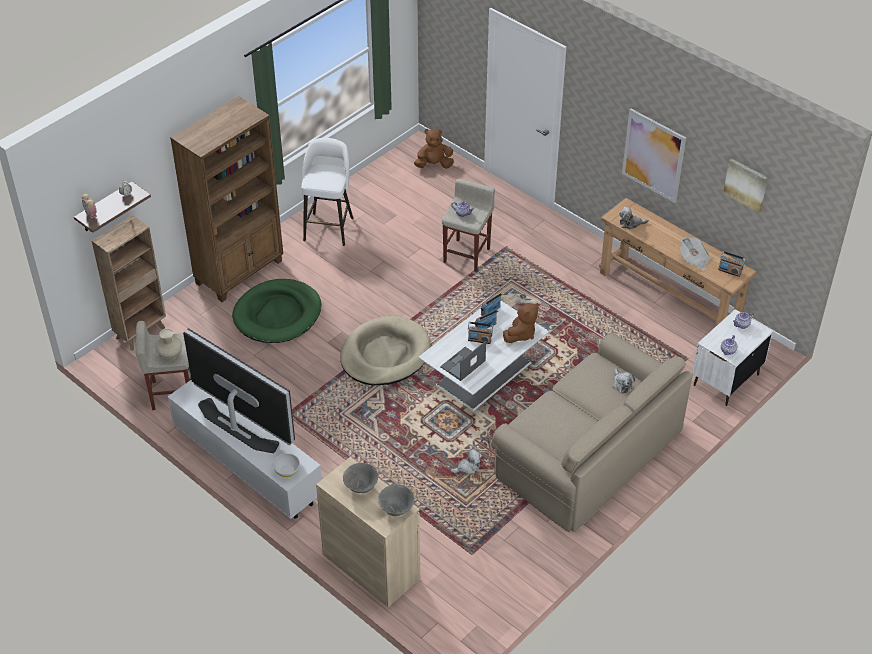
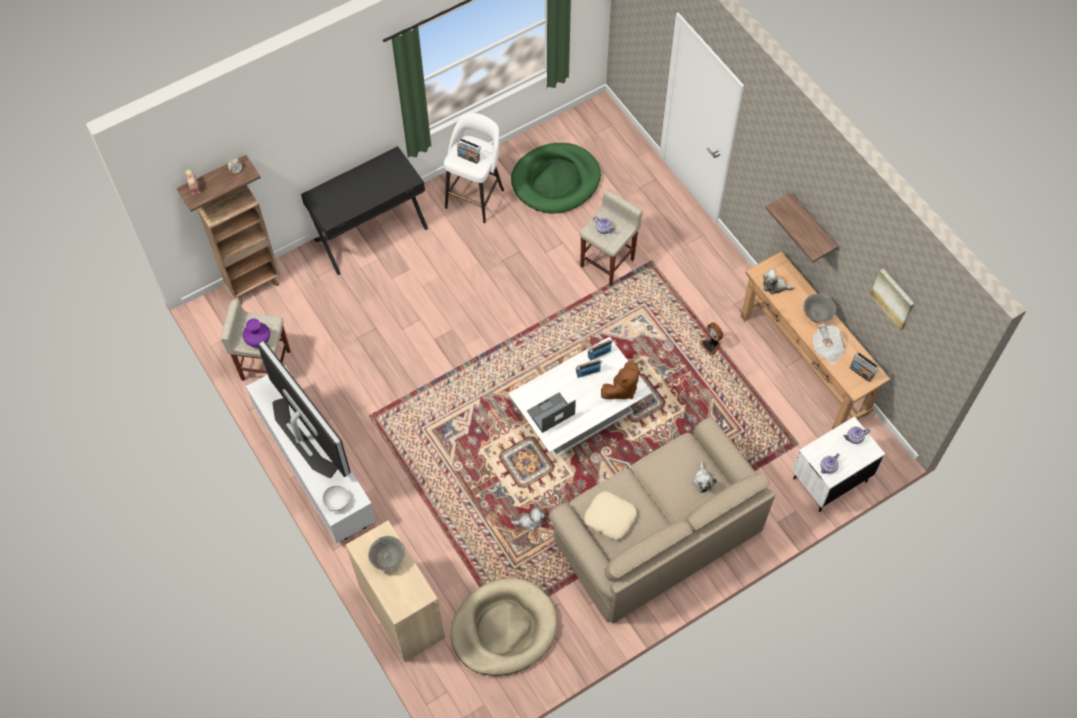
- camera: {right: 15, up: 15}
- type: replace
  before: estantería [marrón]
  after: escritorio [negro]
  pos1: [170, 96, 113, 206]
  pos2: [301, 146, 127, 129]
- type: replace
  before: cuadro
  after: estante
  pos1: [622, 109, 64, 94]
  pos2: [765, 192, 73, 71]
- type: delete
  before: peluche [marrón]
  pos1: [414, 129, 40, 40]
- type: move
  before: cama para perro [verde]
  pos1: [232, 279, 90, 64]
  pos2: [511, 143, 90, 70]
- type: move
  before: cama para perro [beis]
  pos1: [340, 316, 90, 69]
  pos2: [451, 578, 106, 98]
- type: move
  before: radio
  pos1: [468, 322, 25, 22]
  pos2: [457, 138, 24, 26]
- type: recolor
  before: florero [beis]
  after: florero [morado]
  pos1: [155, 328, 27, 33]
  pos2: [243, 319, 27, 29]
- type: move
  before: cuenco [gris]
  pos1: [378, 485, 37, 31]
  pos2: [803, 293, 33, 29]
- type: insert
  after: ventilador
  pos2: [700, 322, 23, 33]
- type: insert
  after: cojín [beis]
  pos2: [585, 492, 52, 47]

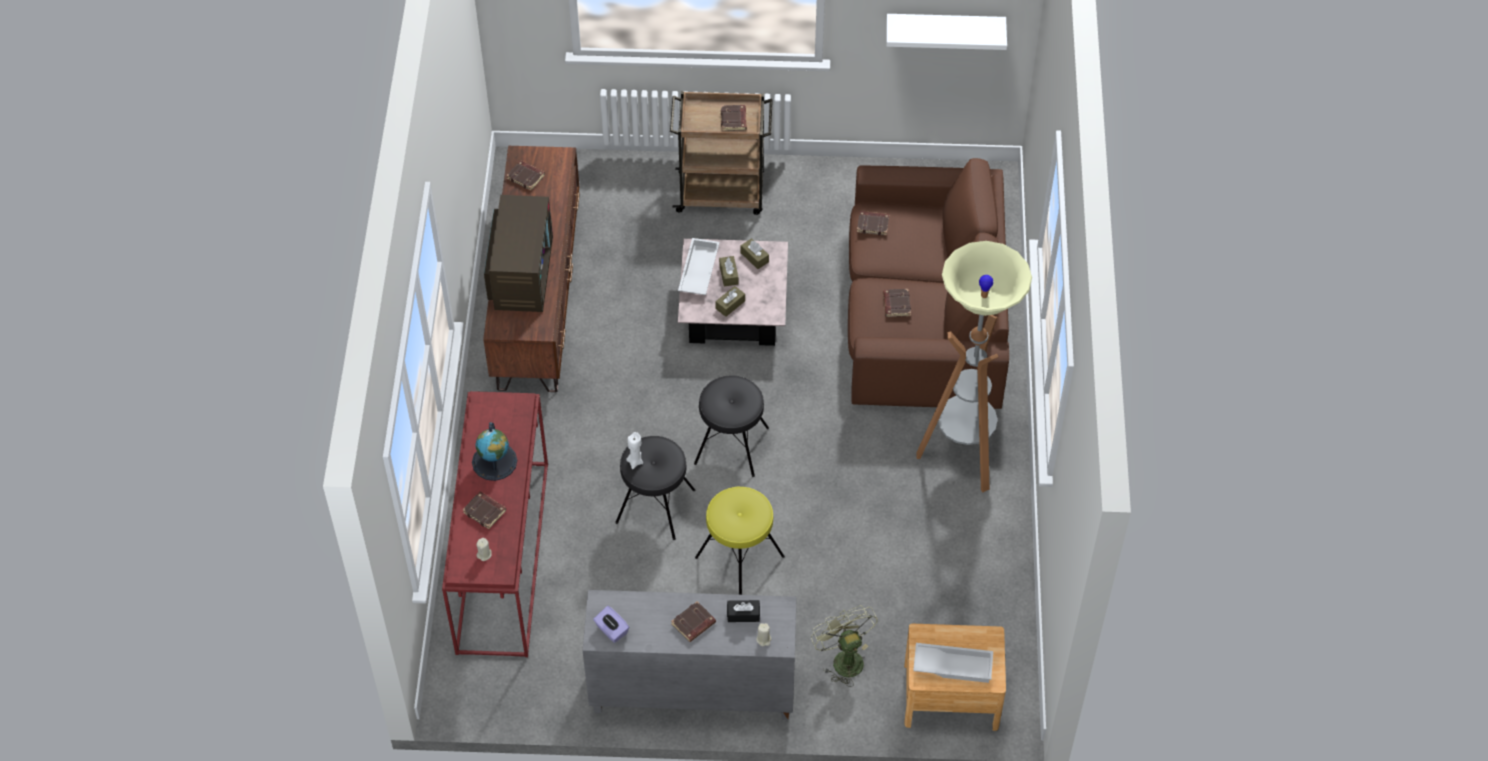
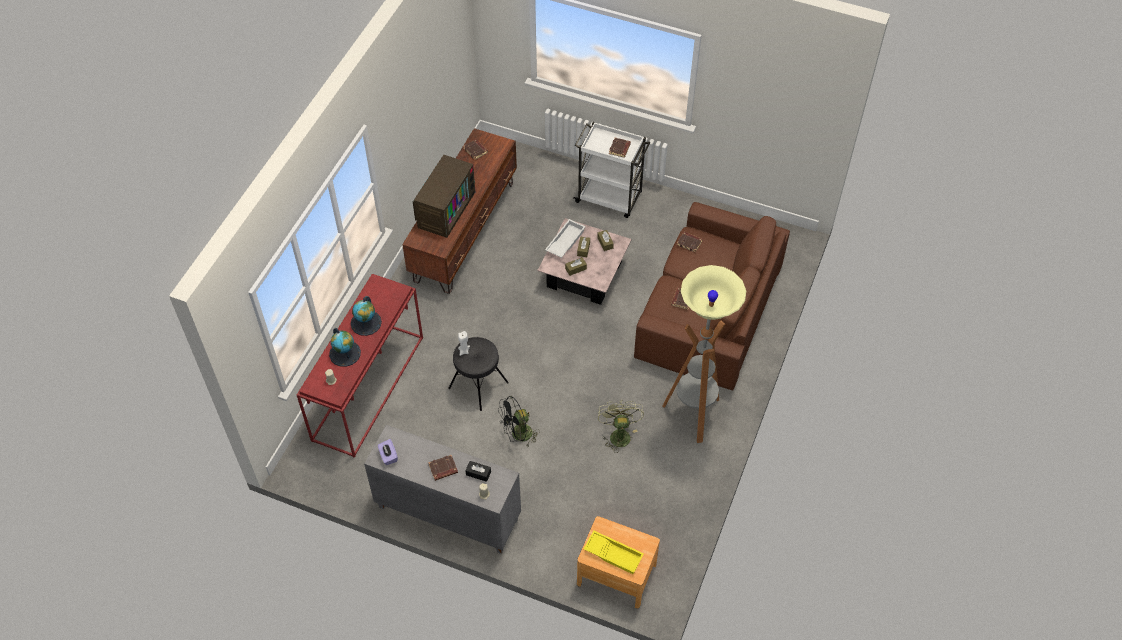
- camera: {right: 20, up: 0}
- type: delete
  before: estante [blanco]
  pos1: [886, 14, 121, 36]
- type: recolor
  before: carrito [marrón]
  after: carrito [blanco]
  pos1: [670, 91, 103, 124]
  pos2: [573, 122, 77, 96]
- type: delete
  before: taburete [negro]
  pos1: [694, 376, 75, 101]
- type: replace
  before: taburete [amarillo]
  after: ventilador [negro]
  pos1: [695, 487, 90, 108]
  pos2: [498, 396, 42, 50]
- type: replace
  before: libro [marrón]
  after: globo terráqueo
  pos1: [462, 491, 44, 38]
  pos2: [329, 328, 32, 39]
- type: move
  before: ventilador [verde]
  pos1: [811, 605, 67, 82]
  pos2: [598, 400, 46, 53]
- type: recolor
  before: bandeja [blanco]
  after: bandeja [amarillo]
  pos1: [913, 643, 80, 40]
  pos2: [584, 531, 60, 43]

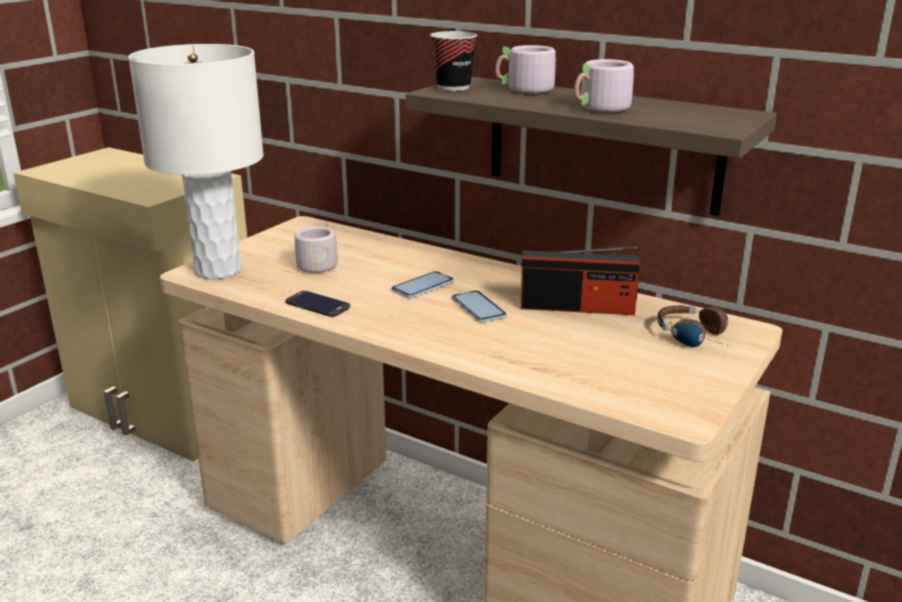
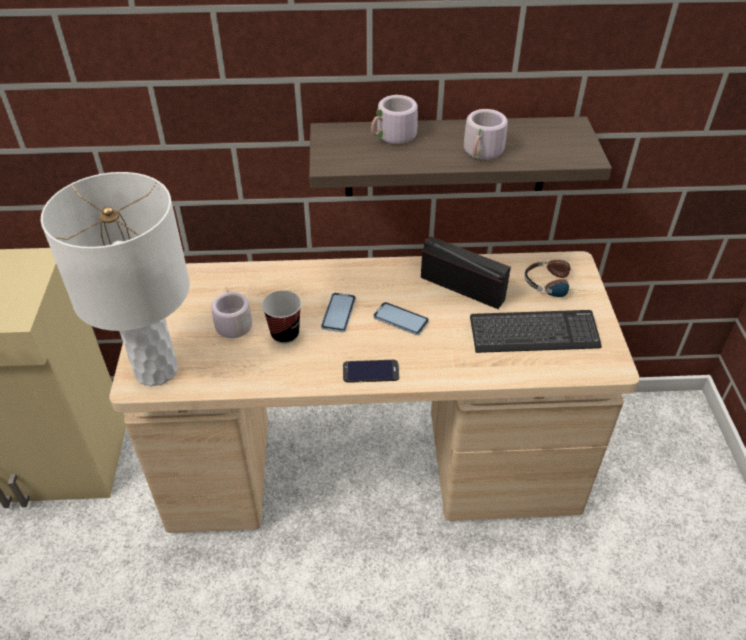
- camera: {right: -35, up: 20}
- type: move
  before: taza
  pos1: [430, 31, 47, 60]
  pos2: [262, 290, 39, 54]
- type: rotate
  before: radio
  pos1: [520, 246, 120, 69]
  pos2: [421, 236, 90, 73]
  turn: -120
- type: move
  before: móvil
  pos1: [285, 291, 65, 26]
  pos2: [343, 360, 56, 23]
- type: insert
  after: teclado
  pos2: [470, 310, 132, 43]

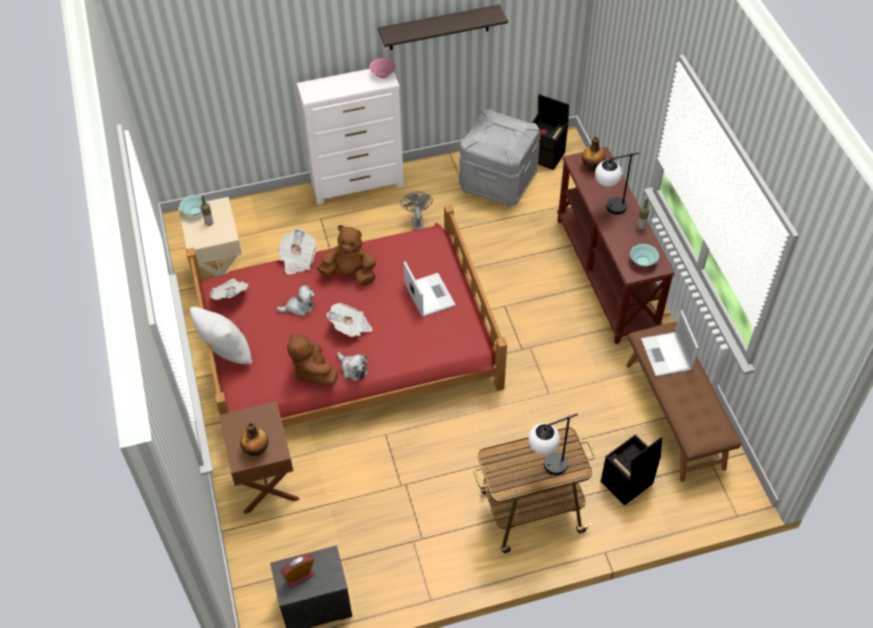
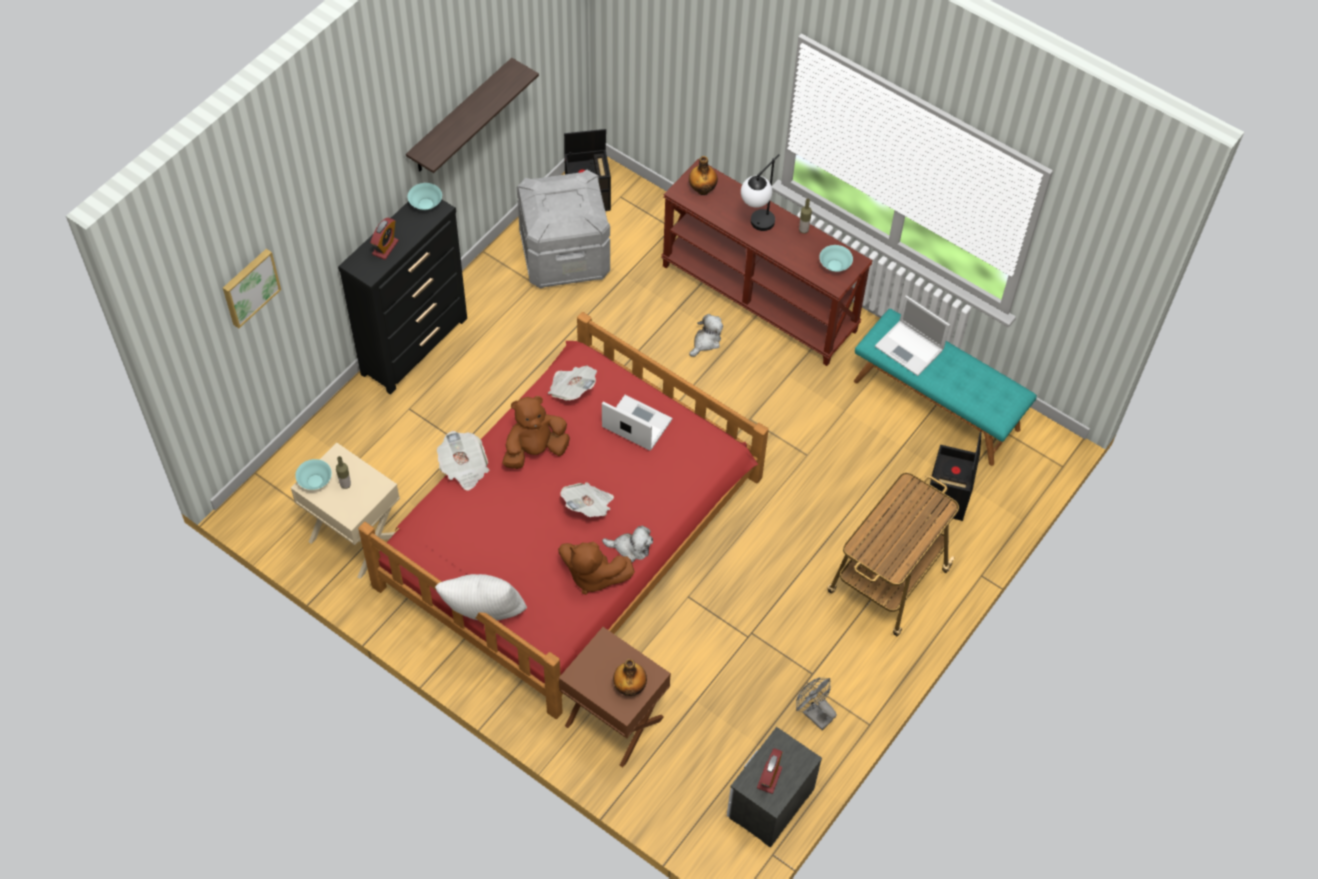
- camera: {right: -40, up: 5}
- type: recolor
  before: cuenco [rosa]
  after: cuenco [turquesa]
  pos1: [369, 58, 27, 20]
  pos2: [408, 183, 34, 27]
- type: recolor
  before: cómoda [blanco]
  after: cómoda [negro]
  pos1: [297, 69, 107, 136]
  pos2: [338, 199, 129, 196]
- type: move
  before: ventilador [gris]
  pos1: [400, 191, 33, 39]
  pos2: [796, 678, 41, 52]
- type: move
  before: periódico
  pos1: [210, 278, 38, 22]
  pos2: [548, 366, 49, 34]
- type: move
  before: peluche
  pos1: [276, 285, 39, 32]
  pos2: [689, 314, 34, 43]
- type: recolor
  before: banco [marrón]
  after: banco [turquesa]
  pos1: [626, 322, 115, 160]
  pos2: [854, 309, 183, 157]
- type: delete
  before: lámpara de mesa
  pos1: [528, 414, 50, 61]
- type: insert
  after: despertador
  pos2: [370, 218, 29, 42]
- type: insert
  after: cuadro
  pos2: [223, 249, 58, 79]

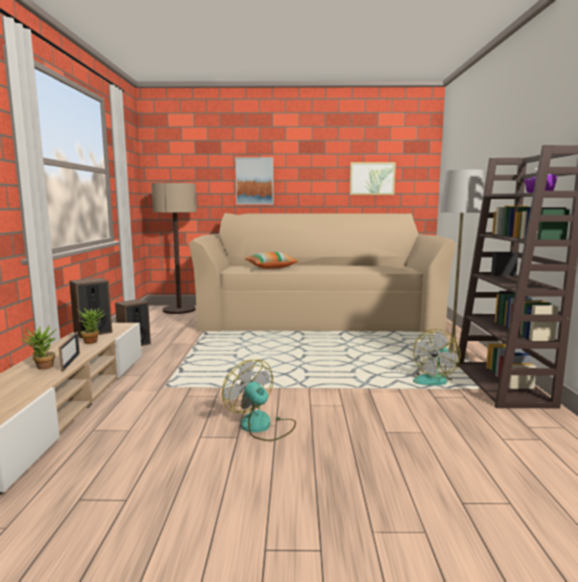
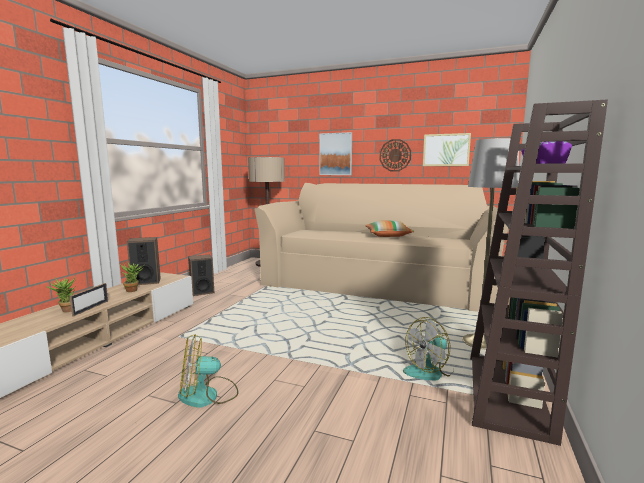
- camera: {right: 20, up: 0}
- type: move
  before: cojín
  pos1: [245, 252, 54, 17]
  pos2: [365, 221, 49, 16]
- type: rotate
  before: ventilador
  pos1: [222, 360, 74, 81]
  pos2: [178, 334, 61, 74]
  turn: -90
- type: insert
  after: reloj de pared
  pos2: [379, 139, 32, 32]

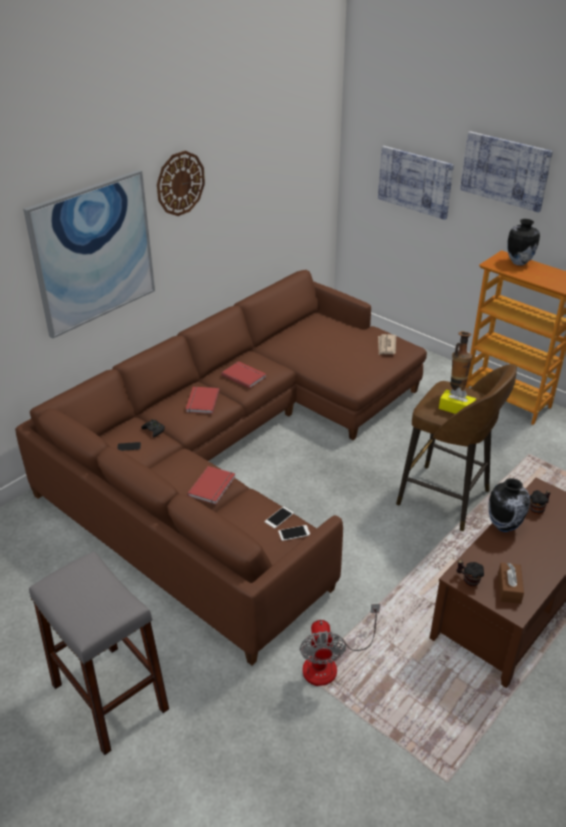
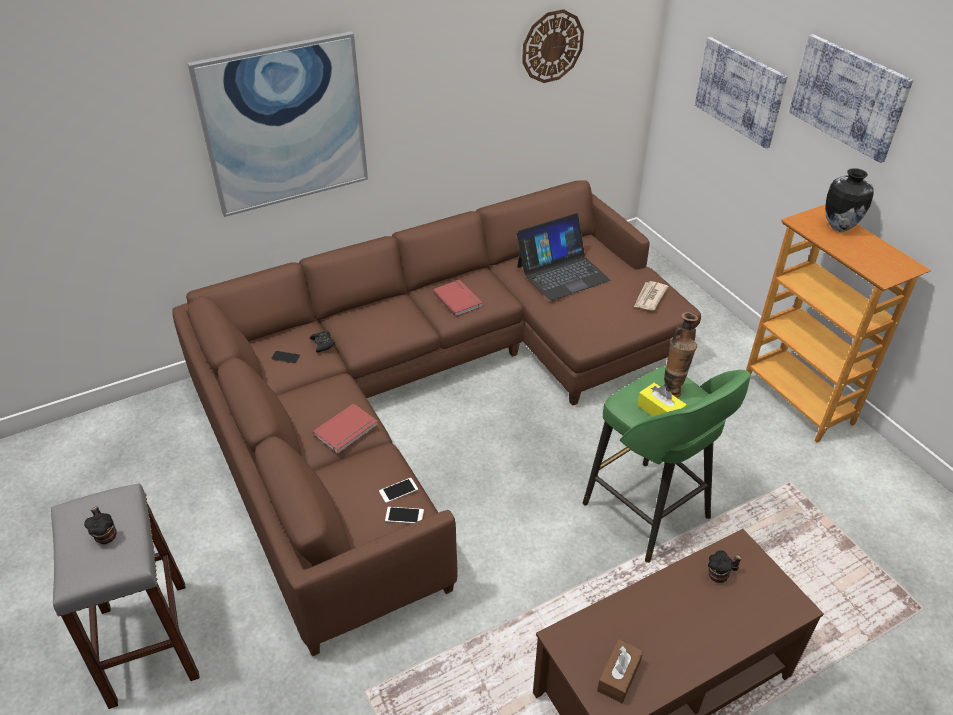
- camera: {right: 20, up: 5}
- type: move
  before: reloj de pared
  pos1: [157, 151, 48, 65]
  pos2: [522, 9, 62, 74]
- type: recolor
  before: taburete [marrón]
  after: taburete [verde]
  pos1: [396, 364, 121, 167]
  pos2: [583, 366, 168, 197]
- type: delete
  before: libro [rojo]
  pos1: [186, 386, 34, 28]
- type: delete
  before: florero
  pos1: [489, 478, 41, 54]
- type: move
  before: taza grande
  pos1: [456, 560, 28, 26]
  pos2: [84, 507, 33, 37]
- type: delete
  before: ventilador
  pos1: [300, 604, 80, 82]
- type: insert
  after: portátil
  pos2: [516, 213, 94, 88]

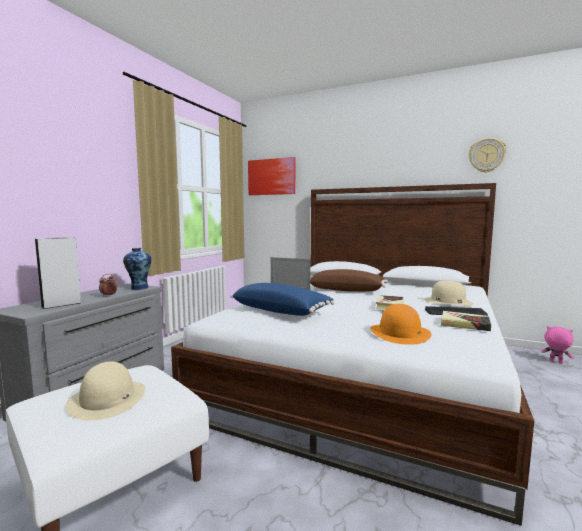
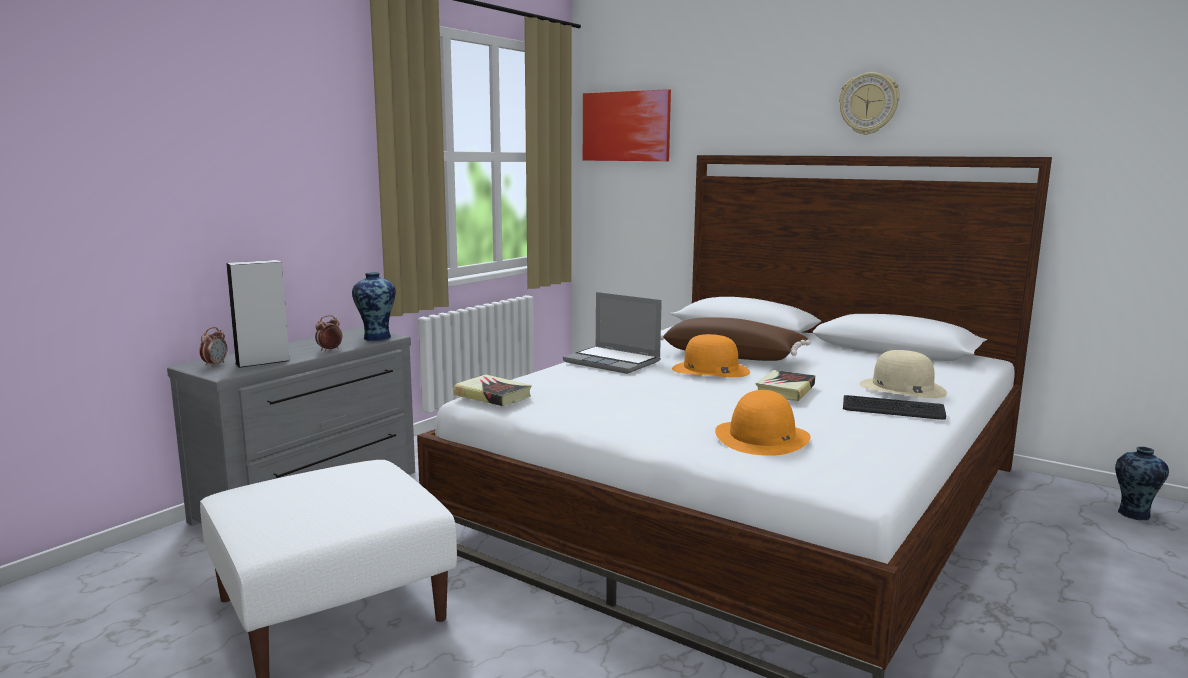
- camera: {right: 10, up: 5}
- type: move
  before: reloj de pared
  pos1: [469, 138, 38, 35]
  pos2: [839, 72, 61, 63]
- type: delete
  before: cojín [azul]
  pos1: [231, 283, 104, 33]
- type: move
  before: libro
  pos1: [441, 311, 50, 20]
  pos2: [453, 374, 79, 32]
- type: replace
  before: peluche [rosa]
  after: florero
  pos1: [541, 326, 33, 38]
  pos2: [1115, 447, 54, 73]
- type: delete
  before: sombrero [beis]
  pos1: [66, 362, 79, 59]
- type: insert
  after: despertador
  pos2: [199, 327, 28, 40]
- type: insert
  after: sombrero [naranja]
  pos2: [672, 334, 78, 43]

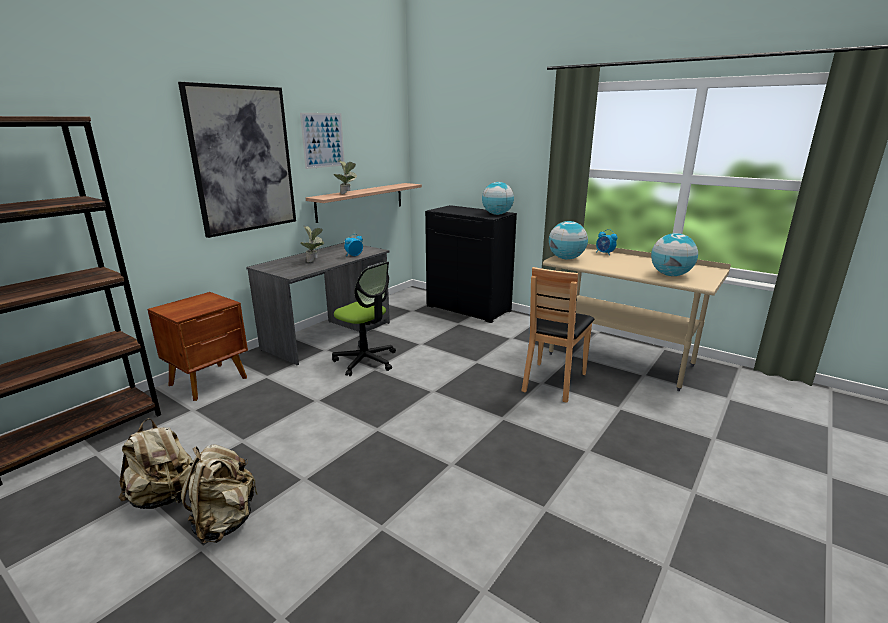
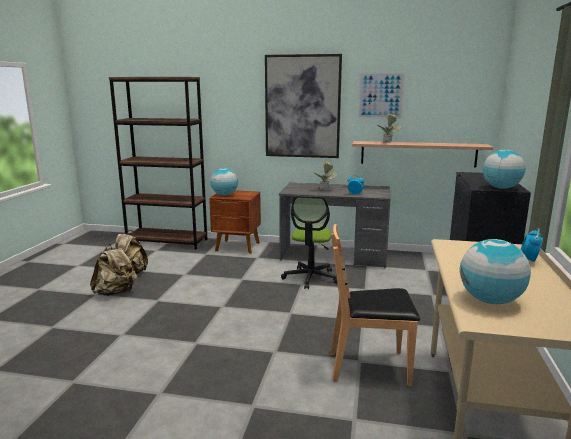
- camera: {right: 65, up: -5}
- type: move
  before: globo terráqueo
  pos1: [549, 221, 39, 39]
  pos2: [210, 168, 28, 28]

